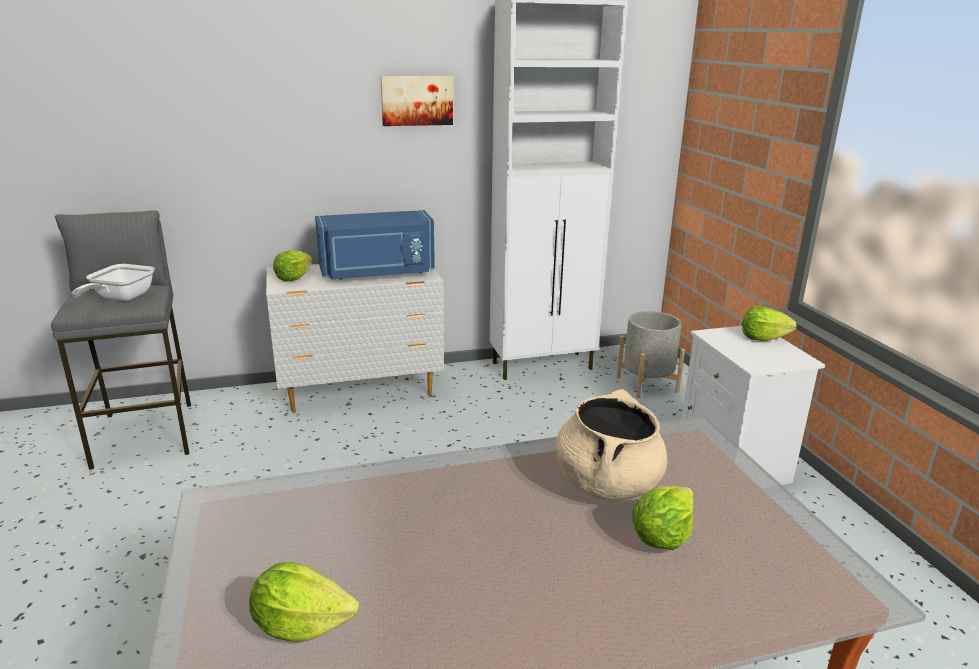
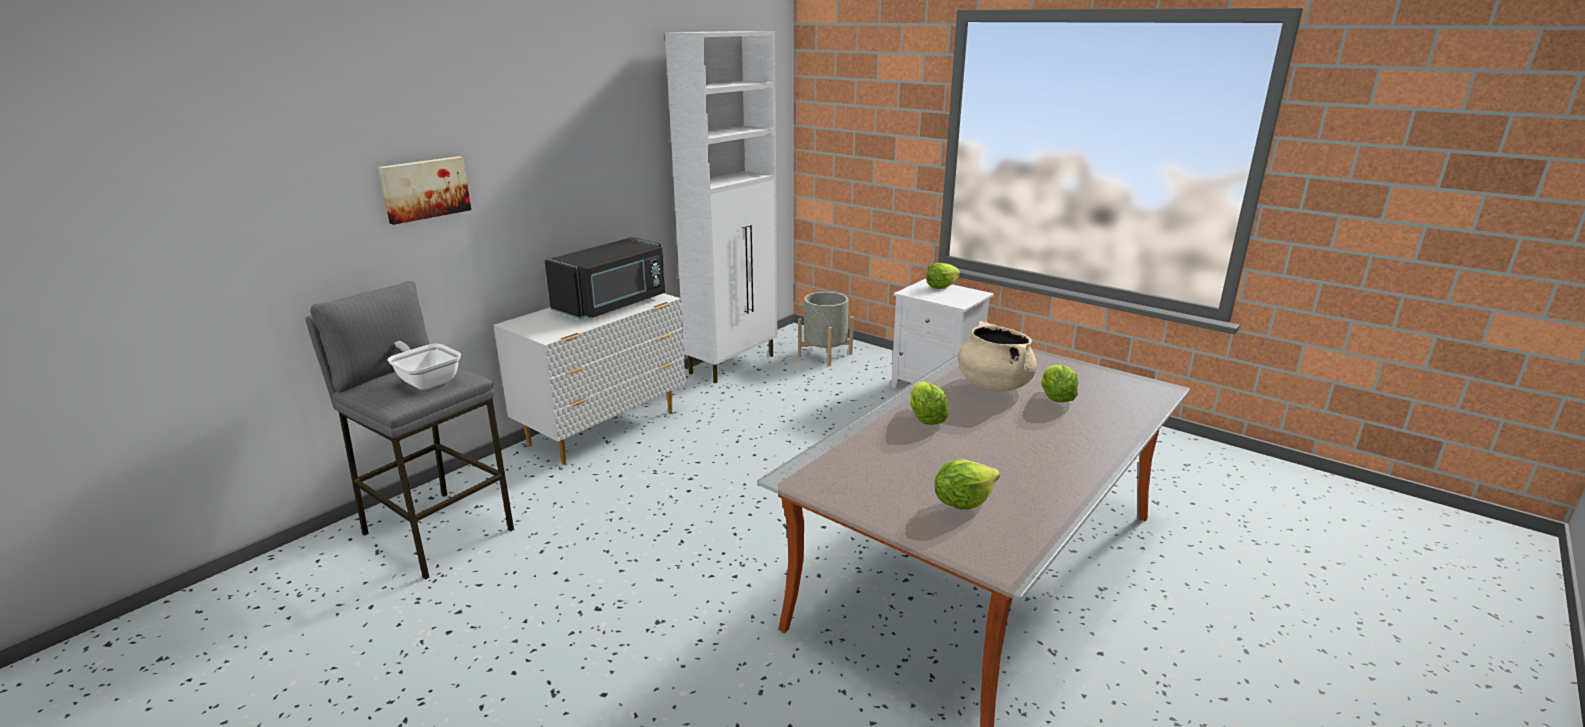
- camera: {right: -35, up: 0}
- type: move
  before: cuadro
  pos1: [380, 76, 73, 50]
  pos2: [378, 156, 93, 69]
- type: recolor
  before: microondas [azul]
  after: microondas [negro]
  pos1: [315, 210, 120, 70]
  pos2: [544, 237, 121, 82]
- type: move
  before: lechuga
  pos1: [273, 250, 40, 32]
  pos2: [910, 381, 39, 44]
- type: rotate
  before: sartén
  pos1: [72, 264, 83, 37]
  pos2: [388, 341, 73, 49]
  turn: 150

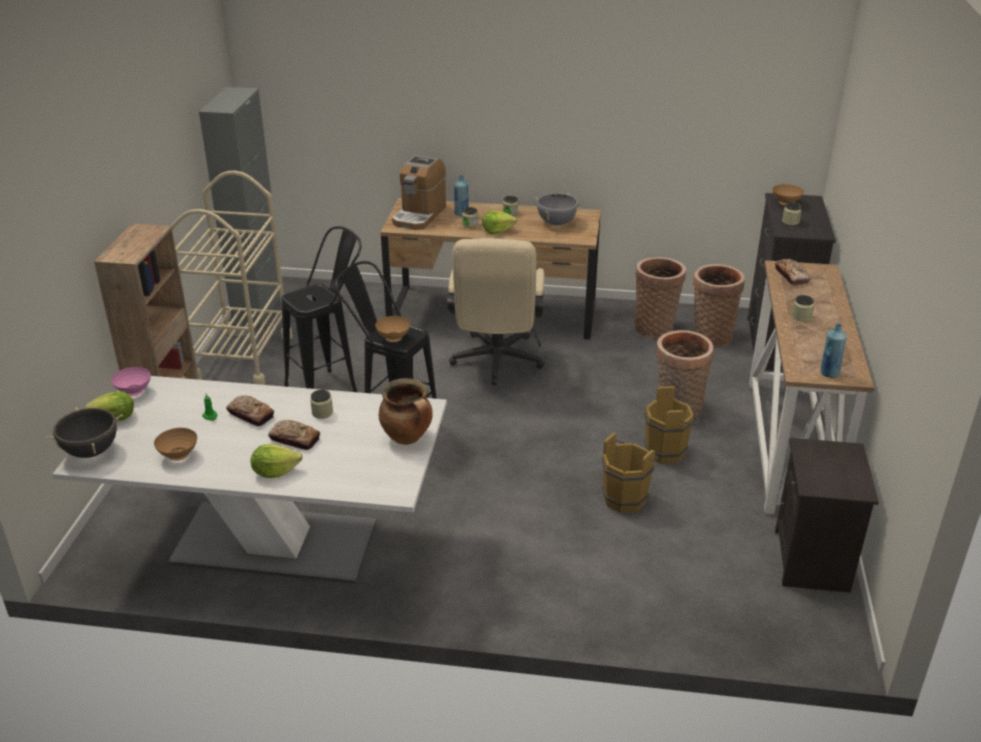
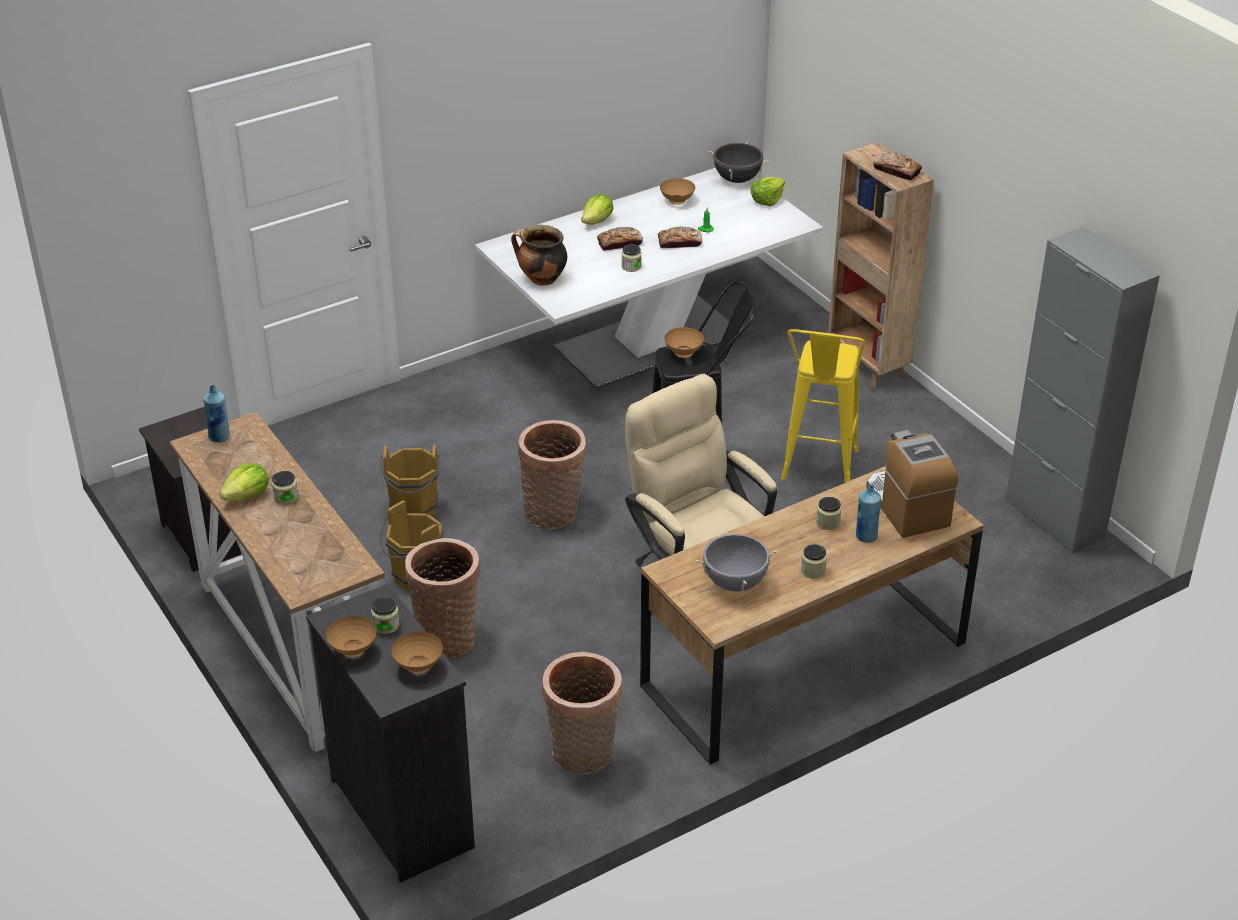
- camera: {right: 140, up: 5}
- type: delete
  before: carrito [beis]
  pos1: [171, 170, 122, 215]
- type: move
  before: lechuga
  pos1: [482, 211, 35, 23]
  pos2: [220, 463, 49, 37]
- type: recolor
  before: taburete [negro]
  after: taburete [amarillo]
  pos1: [282, 226, 79, 166]
  pos2: [781, 329, 84, 154]
- type: move
  before: pan
  pos1: [775, 259, 35, 26]
  pos2: [873, 152, 49, 28]
- type: move
  before: cesta
  pos1: [693, 264, 52, 83]
  pos2: [518, 420, 68, 109]
- type: delete
  before: cuenco [rosa]
  pos1: [111, 367, 40, 29]
- type: insert
  after: cuenco [marrón]
  pos2: [326, 616, 51, 41]

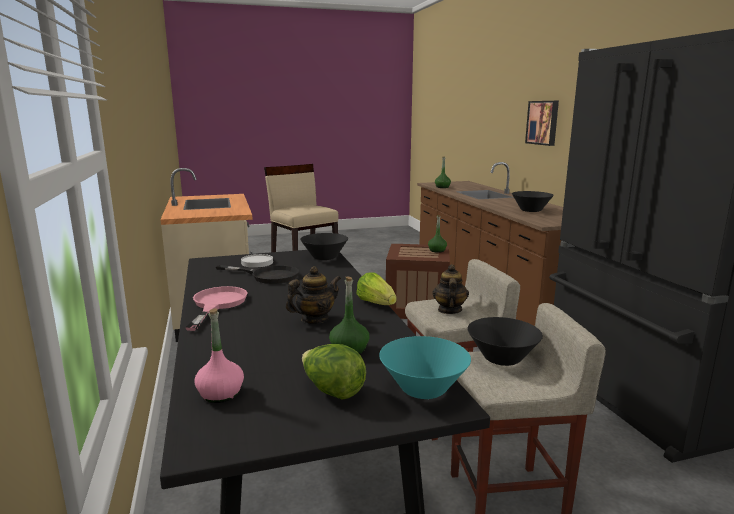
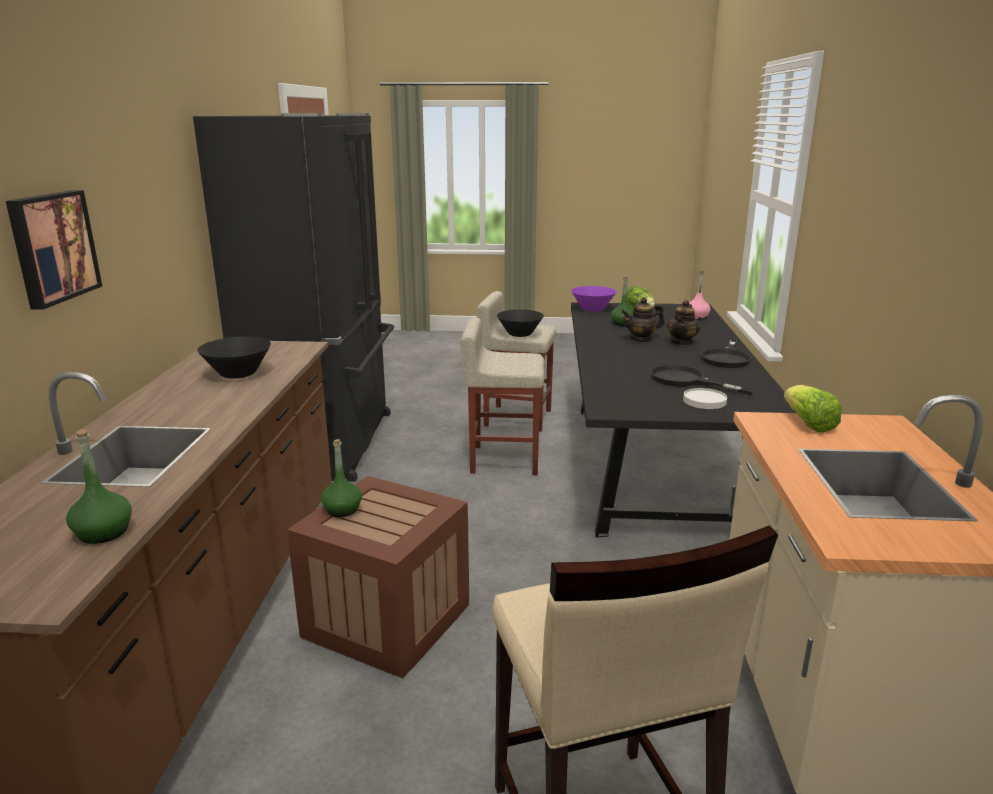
- camera: {right: -160, up: 5}
- type: delete
  before: cuenco [negro]
  pos1: [300, 233, 48, 27]
- type: move
  before: tetera
  pos1: [432, 264, 37, 50]
  pos2: [667, 300, 33, 46]
- type: move
  before: lechuga
  pos1: [356, 273, 41, 32]
  pos2: [784, 385, 58, 47]
- type: recolor
  before: sartén [rosa]
  after: sartén [negro]
  pos1: [185, 286, 62, 45]
  pos2: [701, 337, 51, 31]
- type: recolor
  before: cuenco [turquesa]
  after: cuenco [morado]
  pos1: [379, 336, 92, 63]
  pos2: [571, 286, 46, 25]

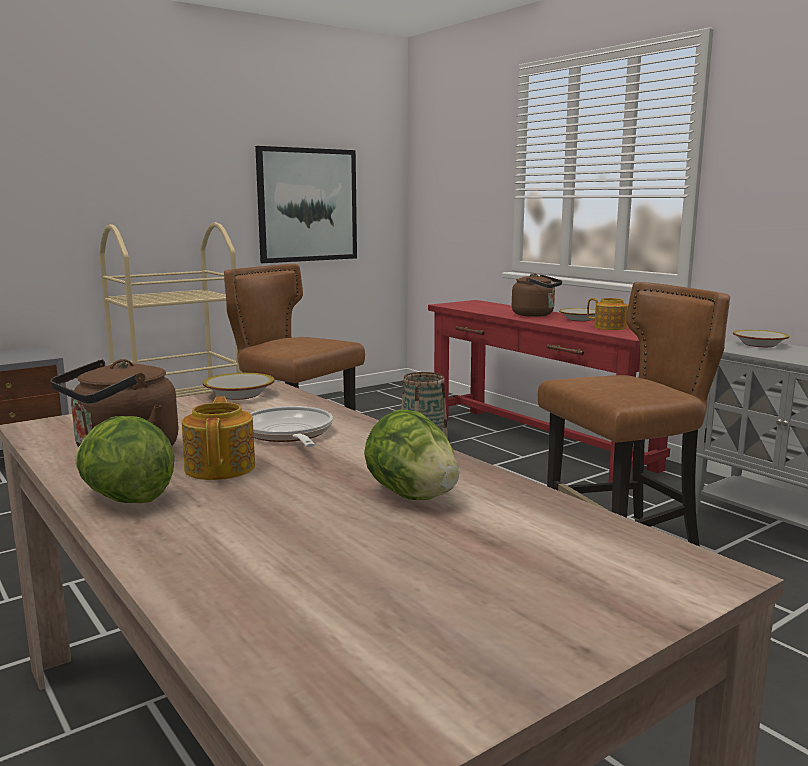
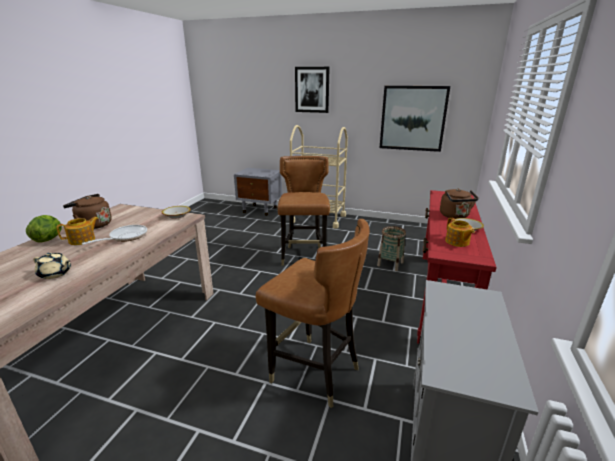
- camera: {right: 55, up: 10}
- type: delete
  before: cuenco
  pos1: [733, 330, 56, 17]
- type: replace
  before: lechuga
  after: tetera [beis]
  pos1: [364, 409, 95, 91]
  pos2: [33, 253, 38, 26]
- type: insert
  after: cuadro
  pos2: [295, 67, 35, 46]

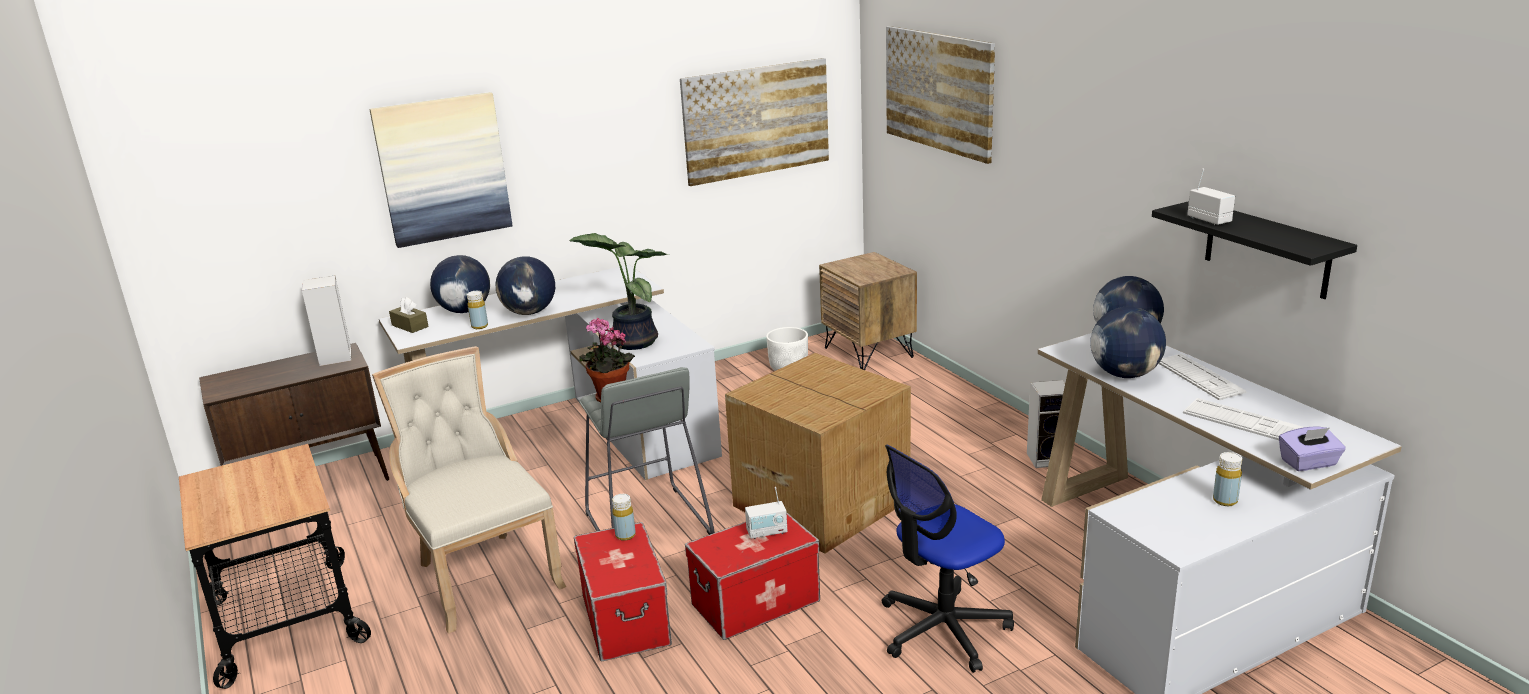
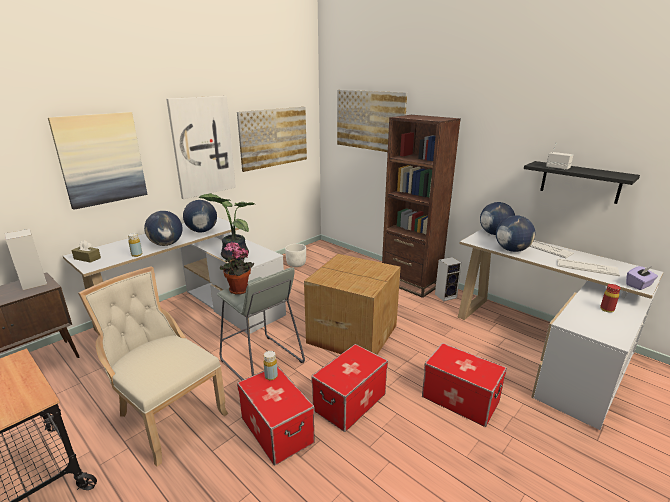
- camera: {right: -20, up: 0}
- type: delete
  before: mesita de noche [marrón]
  pos1: [819, 252, 98, 118]
- type: move
  before: globo terráqueo
  pos1: [430, 255, 60, 58]
  pos2: [183, 200, 34, 32]
- type: replace
  before: silla de oficina
  after: caja de almacenaje
  pos1: [882, 445, 132, 228]
  pos2: [422, 343, 85, 84]
- type: recolor
  before: botella [amarillo]
  after: botella [rojo]
  pos1: [1213, 452, 29, 54]
  pos2: [600, 284, 21, 29]
- type: delete
  before: radio
  pos1: [745, 487, 42, 52]
- type: insert
  after: cuadro
  pos2: [166, 96, 70, 103]
- type: insert
  after: estantería [marrón]
  pos2: [382, 115, 79, 183]

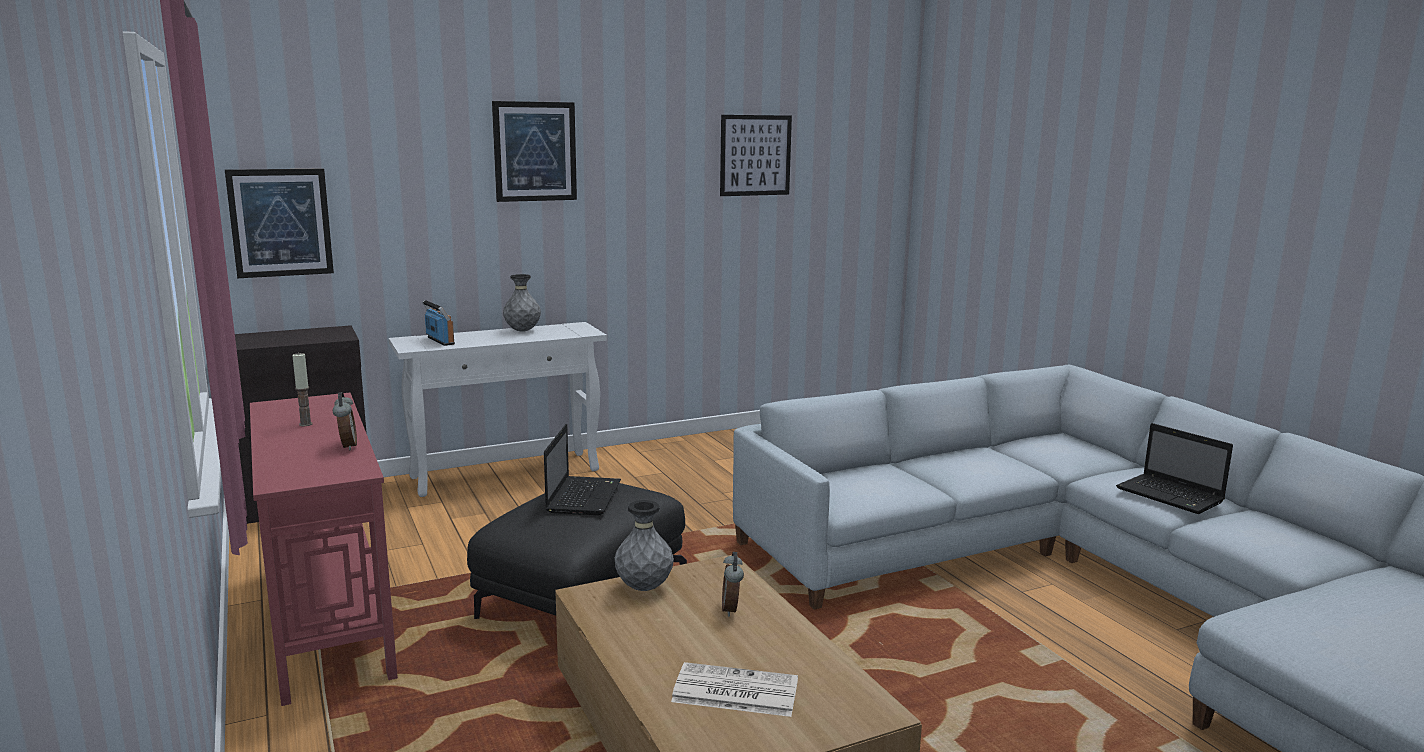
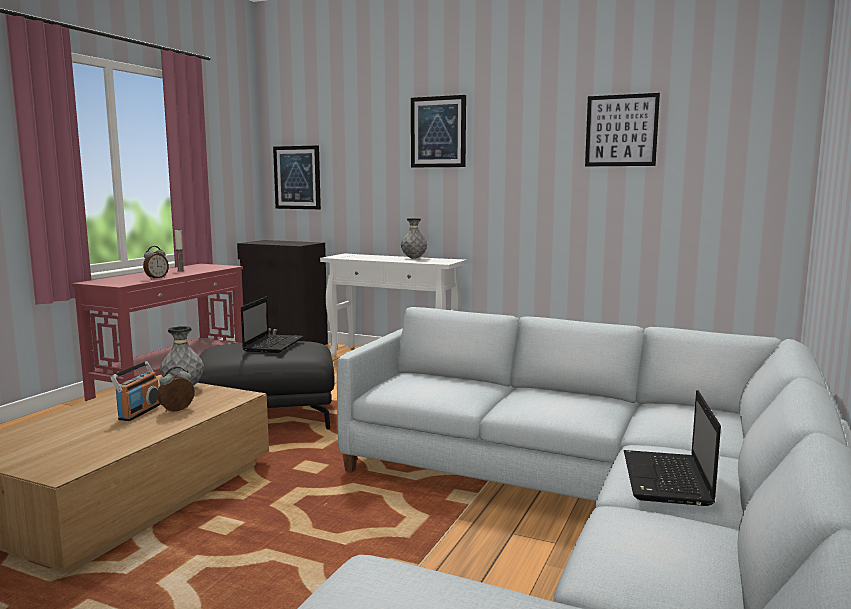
- camera: {right: 50, up: -5}
- type: move
  before: radio
  pos1: [422, 300, 33, 46]
  pos2: [110, 361, 50, 60]
- type: rotate
  before: portátil
  pos1: [544, 424, 77, 91]
  pos2: [241, 297, 63, 56]
  turn: -45
- type: delete
  before: periódico
  pos1: [671, 662, 127, 55]

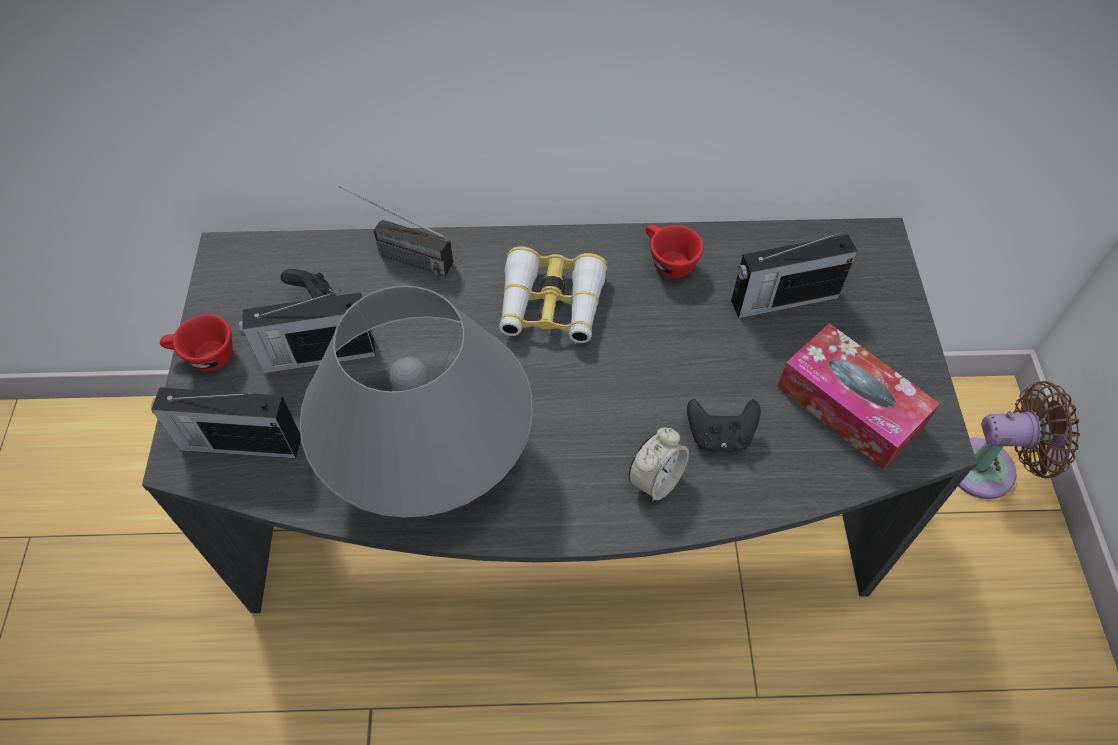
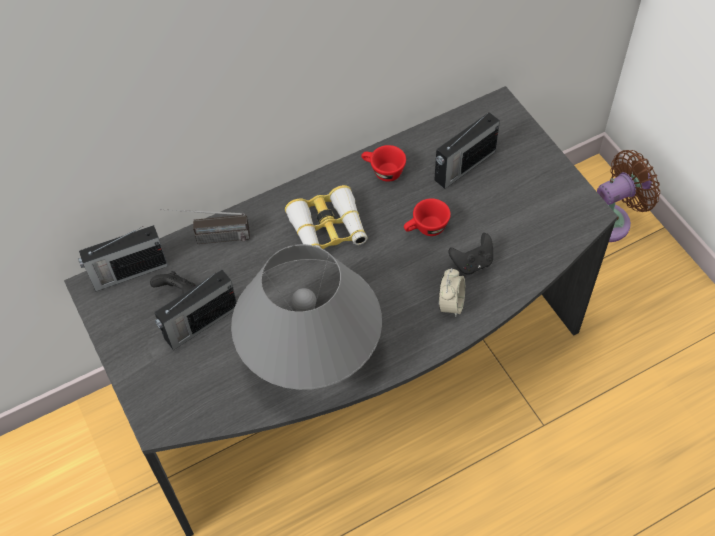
- camera: {right: -25, up: 0}
- type: move
  before: taza [rojo]
  pos1: [160, 314, 72, 57]
  pos2: [404, 198, 47, 38]
- type: delete
  before: caja de pañuelos
  pos1: [777, 323, 163, 147]
- type: move
  before: radio
  pos1: [151, 387, 150, 71]
  pos2: [78, 225, 90, 66]

